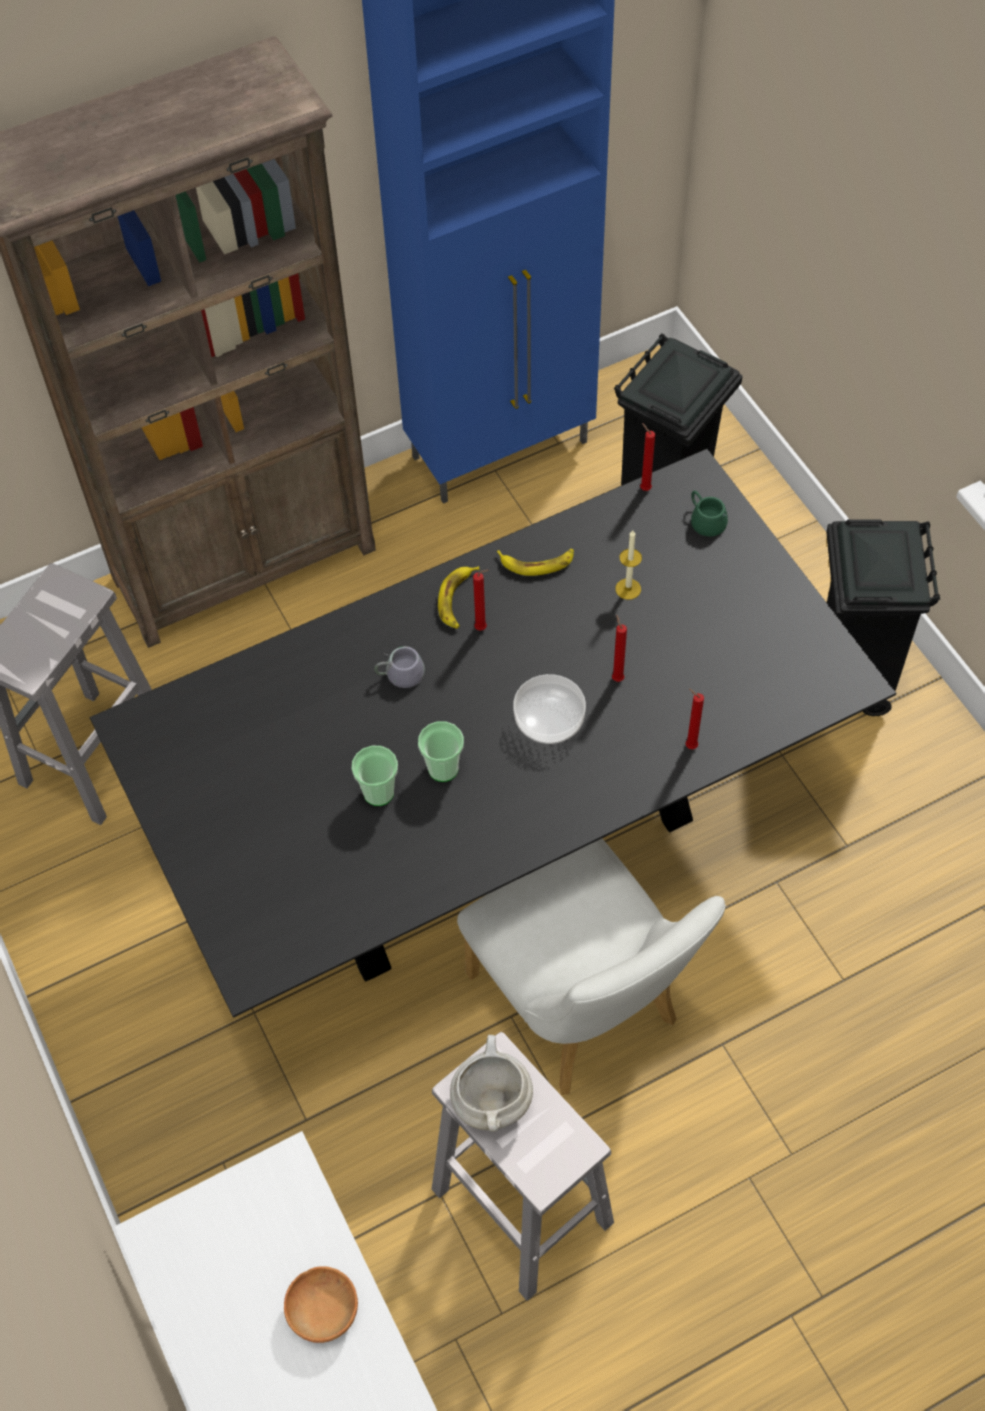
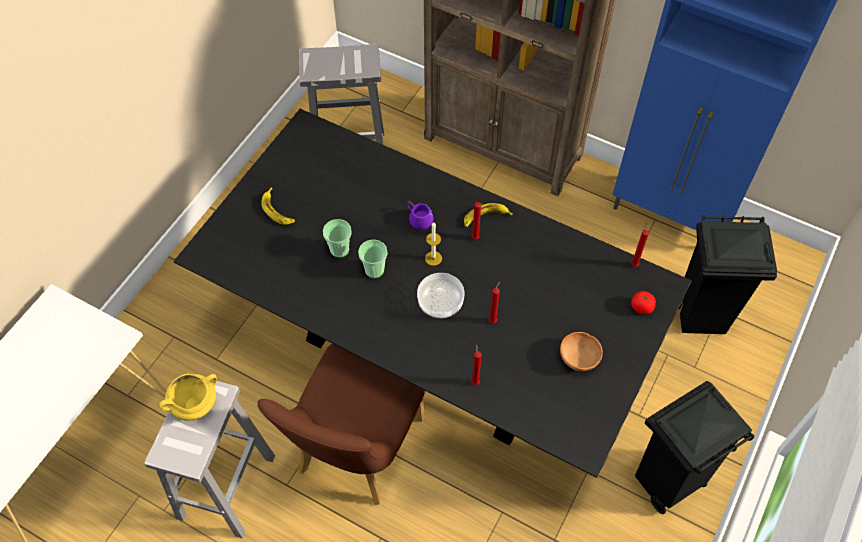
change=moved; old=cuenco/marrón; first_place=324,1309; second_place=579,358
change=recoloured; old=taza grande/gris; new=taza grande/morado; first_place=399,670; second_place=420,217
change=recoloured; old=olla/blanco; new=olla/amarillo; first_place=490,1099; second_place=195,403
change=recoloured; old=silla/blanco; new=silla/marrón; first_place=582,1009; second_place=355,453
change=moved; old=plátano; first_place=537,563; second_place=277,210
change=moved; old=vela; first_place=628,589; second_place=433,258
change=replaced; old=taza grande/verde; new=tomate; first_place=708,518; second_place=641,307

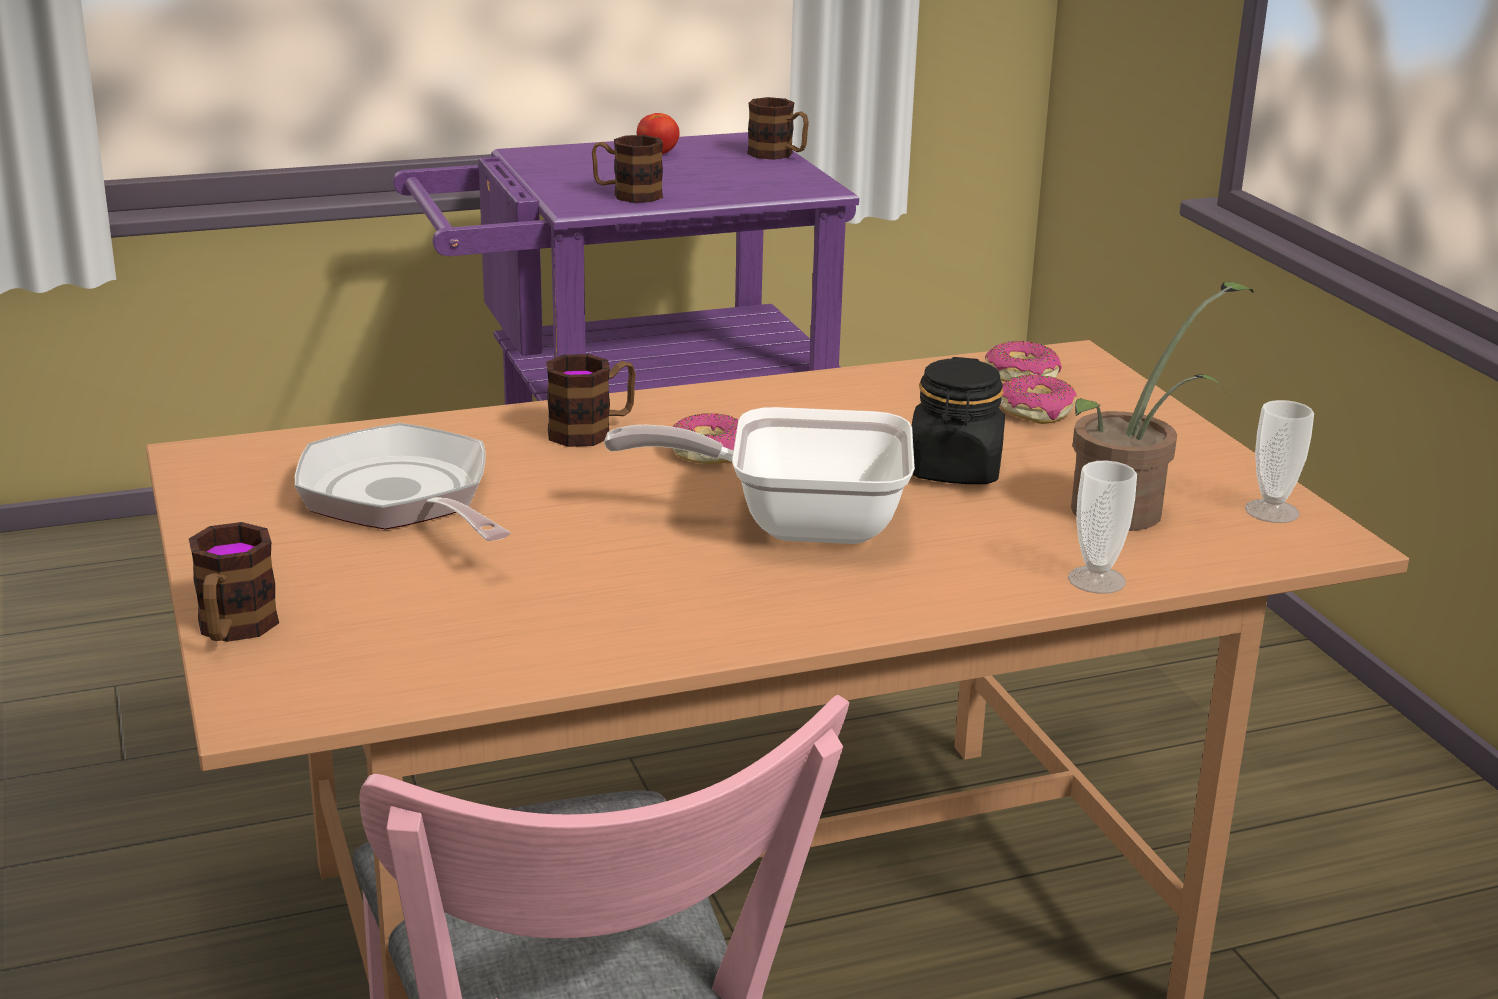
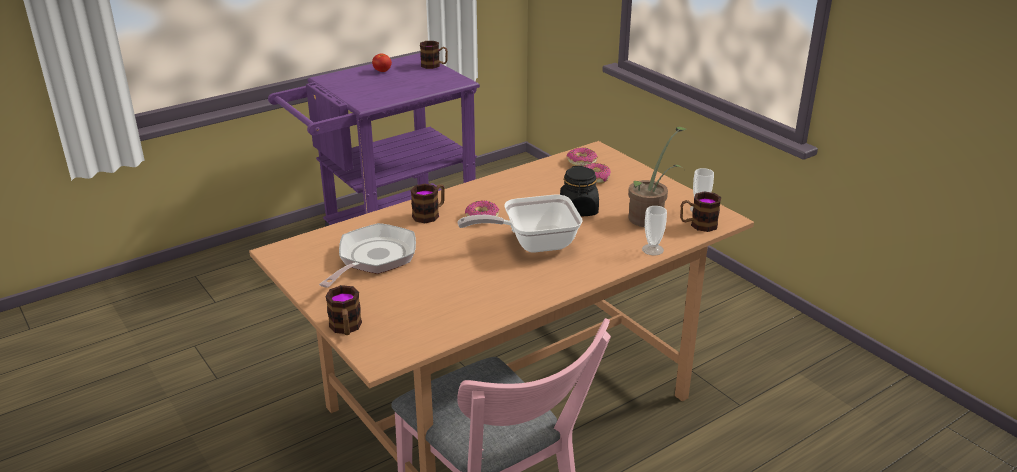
change=turned; old=sartén; first_place=402,499; second_place=374,258; degrees=75
change=moved; old=taza grande; first_place=627,195; second_place=698,225

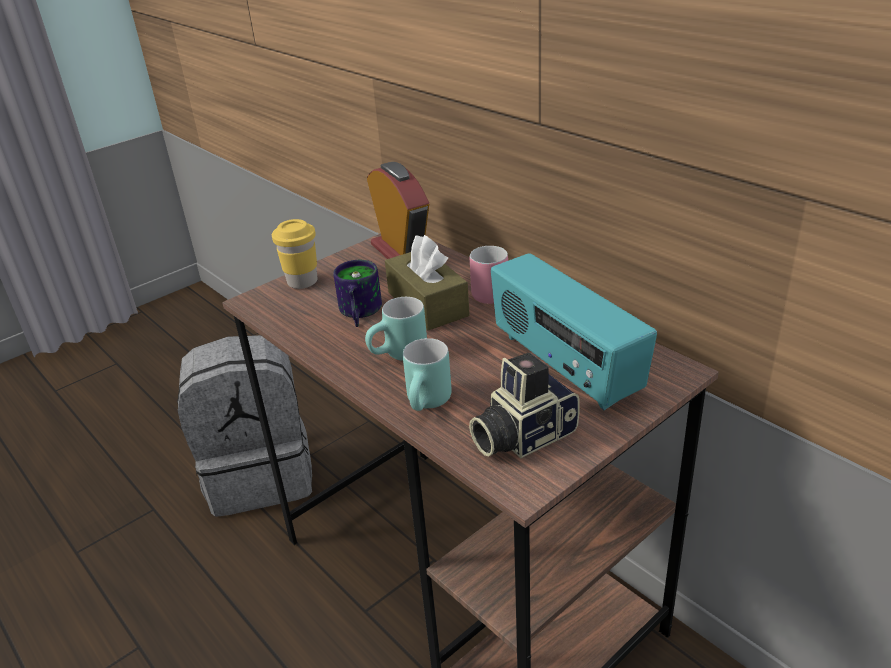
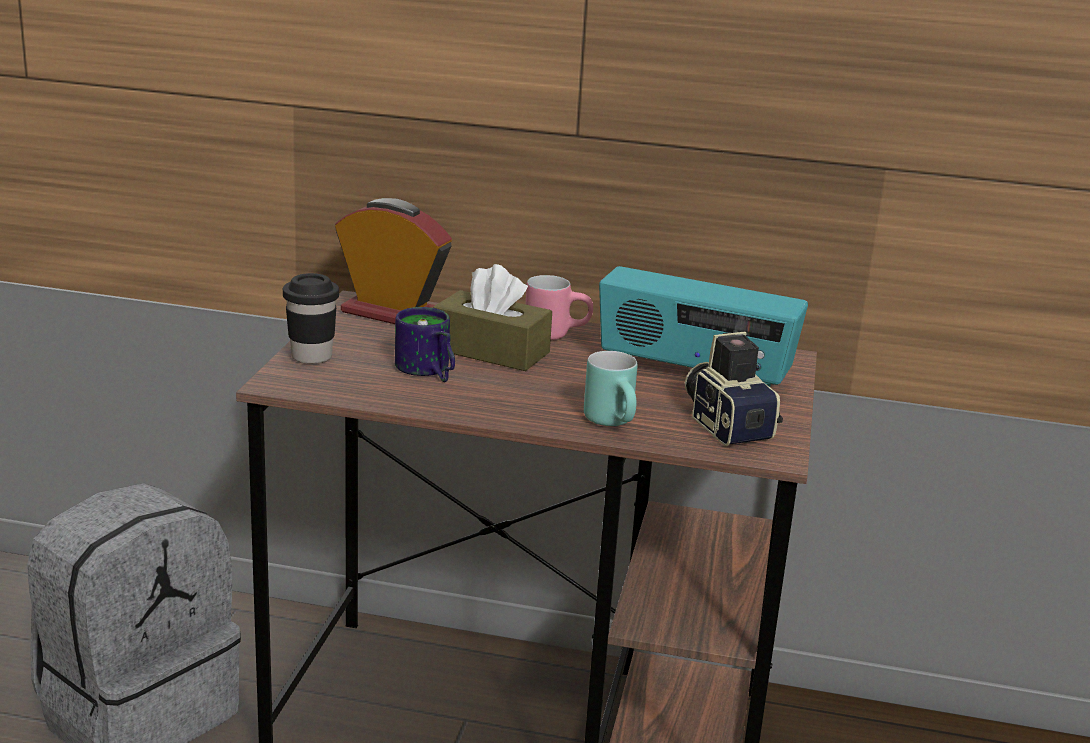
change=recoloured; old=taza/amarillo; new=taza/negro; first_place=302,282; second_place=311,357
change=removed; old=taza grande/turquesa; first_place=400,356
change=turned; old=cámara; first_place=521,435; second_place=727,424; degrees=135

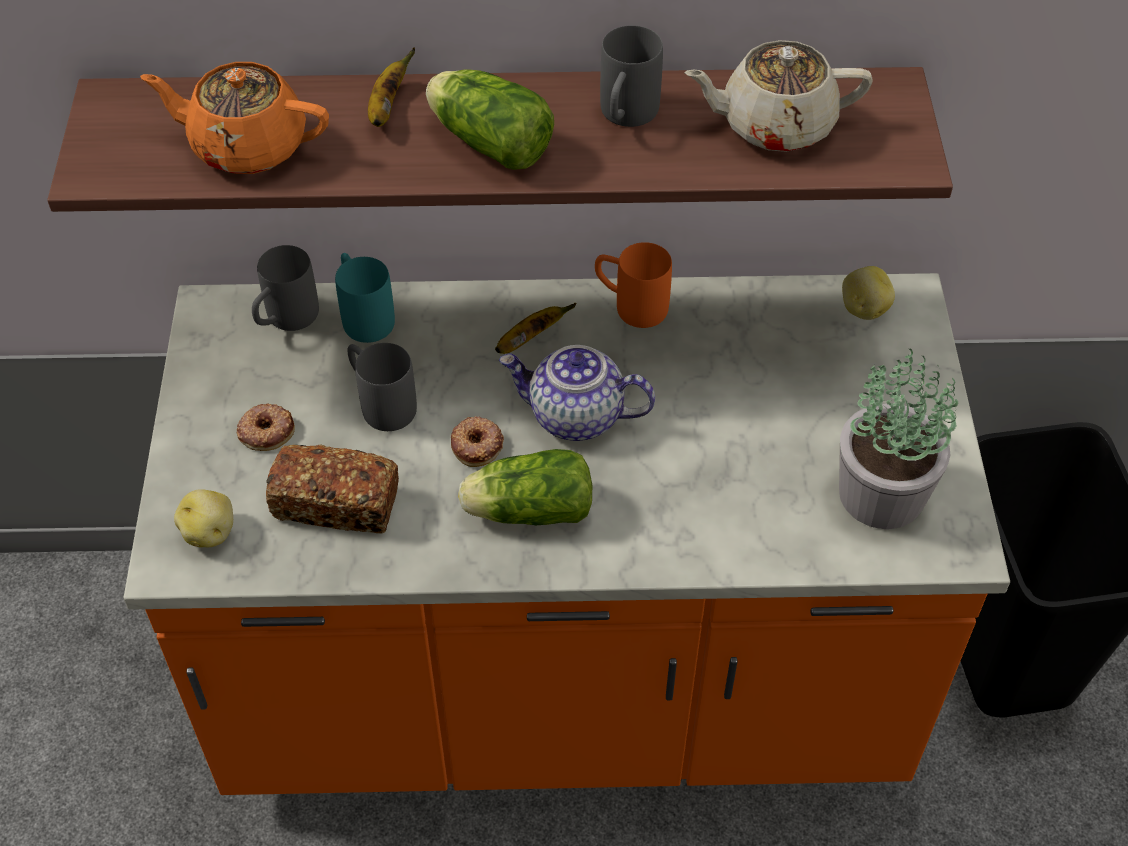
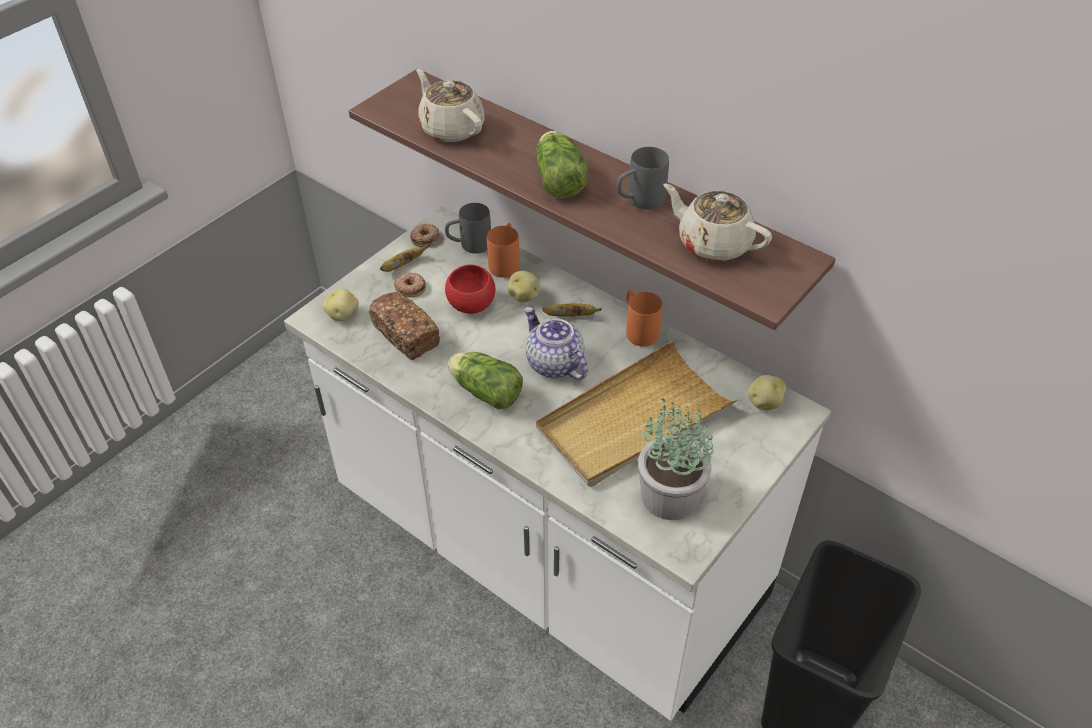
change=recoloured; old=mueble bajo de cocina/naranja; new=mueble bajo de cocina/blanco; first_place=564,685; second_place=547,548
change=recoloured; old=tetera/naranja; new=tetera/beis; first_place=247,146; second_place=451,128
change=recoloured; old=taza grande/turquesa; new=taza grande/naranja; first_place=363,315; second_place=505,262
change=replaced; old=taza grande/gris; new=cuenco/rojo; first_place=380,403; second_place=471,305
change=moved; old=plátano; first_place=387,107; second_place=403,265
change=moved; old=rosquilla; first_place=477,445; second_place=425,238
change=added; new=patata; second_place=524,296
change=added; new=bandeja/beis; second_place=633,419

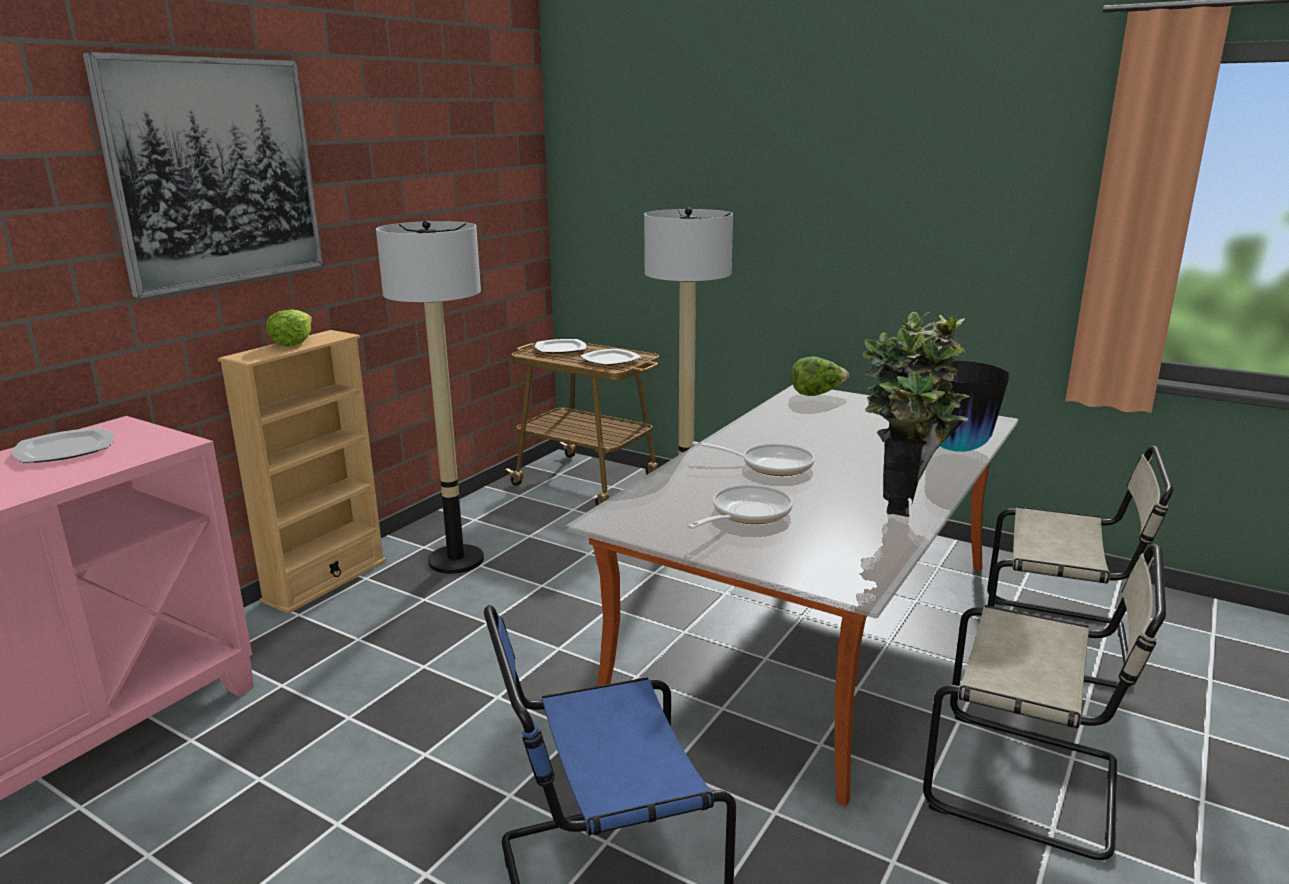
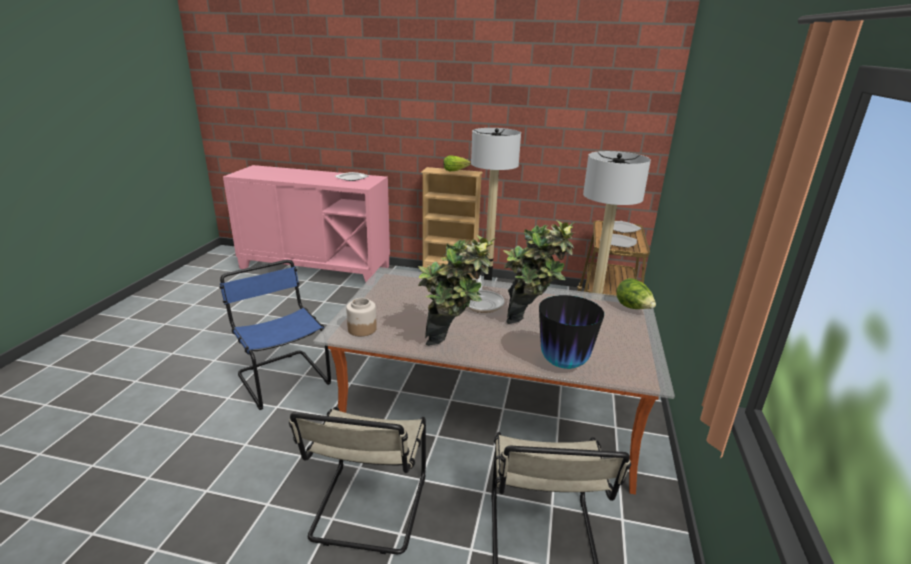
change=removed; old=cuadro; first_place=215,172
change=removed; old=sartén; first_place=746,514
change=added; new=tarro; second_place=361,329
change=added; new=planta en maceta; second_place=532,323

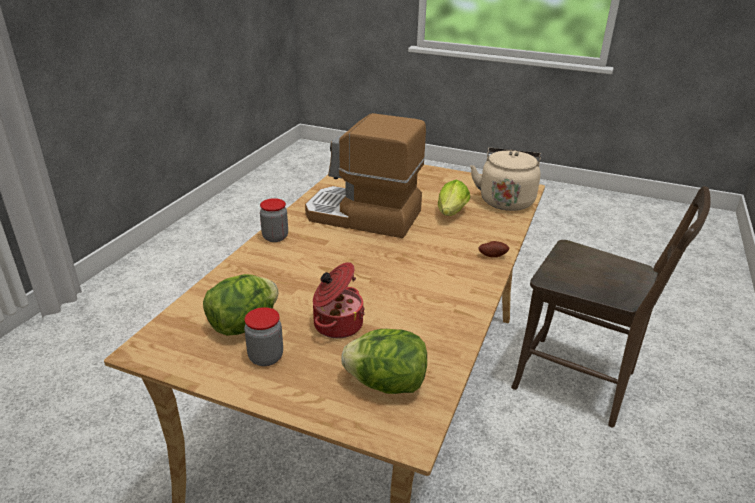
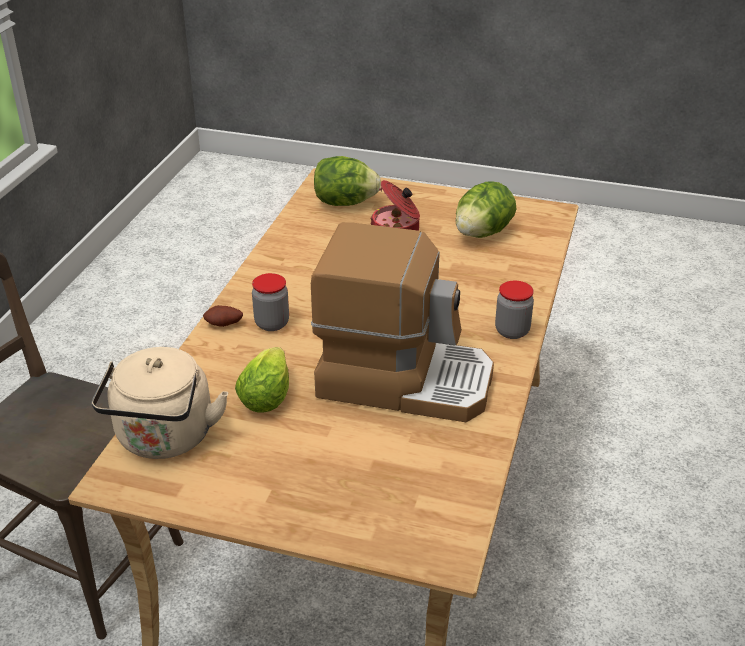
change=moved; old=tarro; first_place=266,357; second_place=272,323

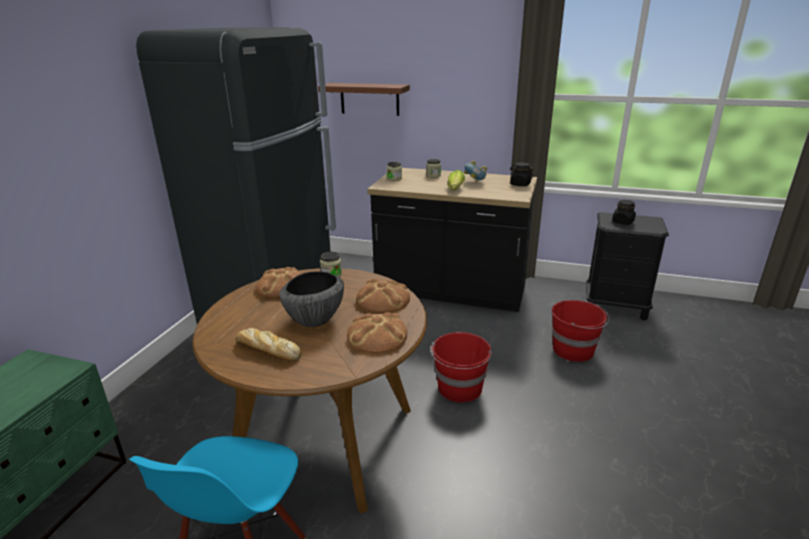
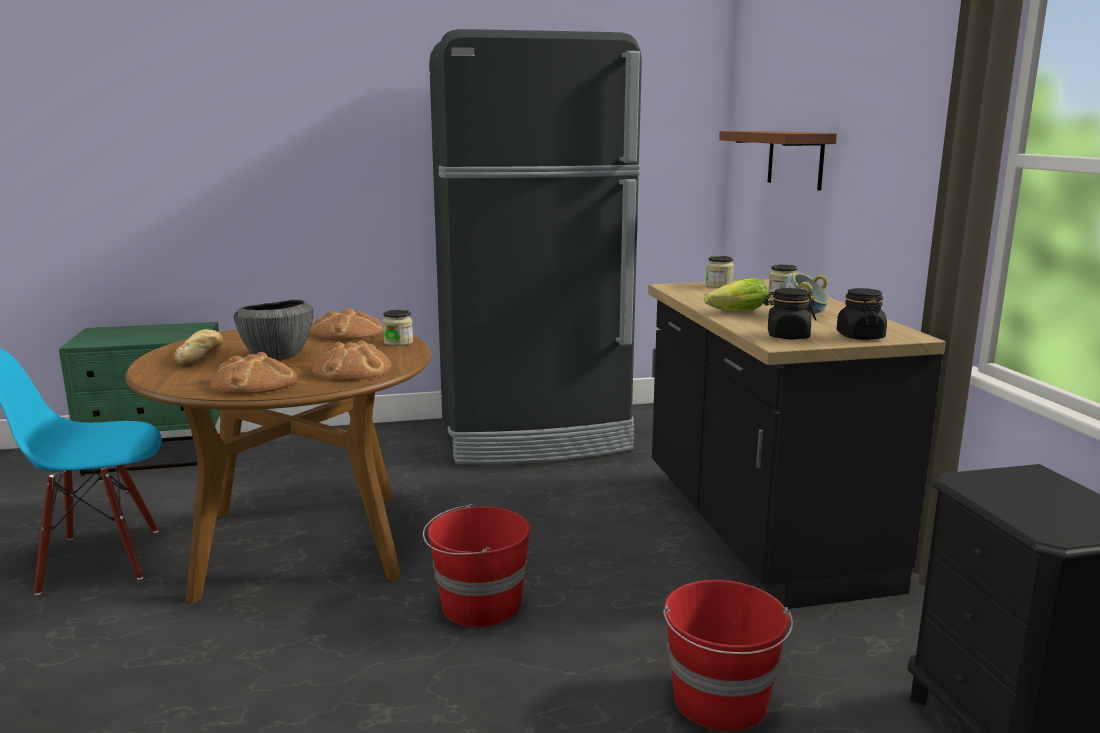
change=moved; old=tarro/negro; first_place=622,222; second_place=787,336

